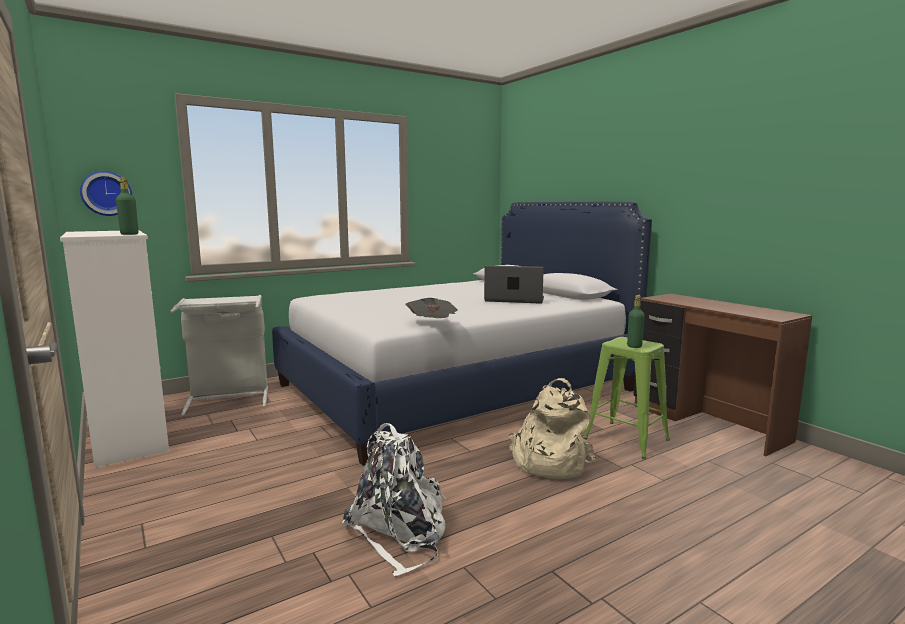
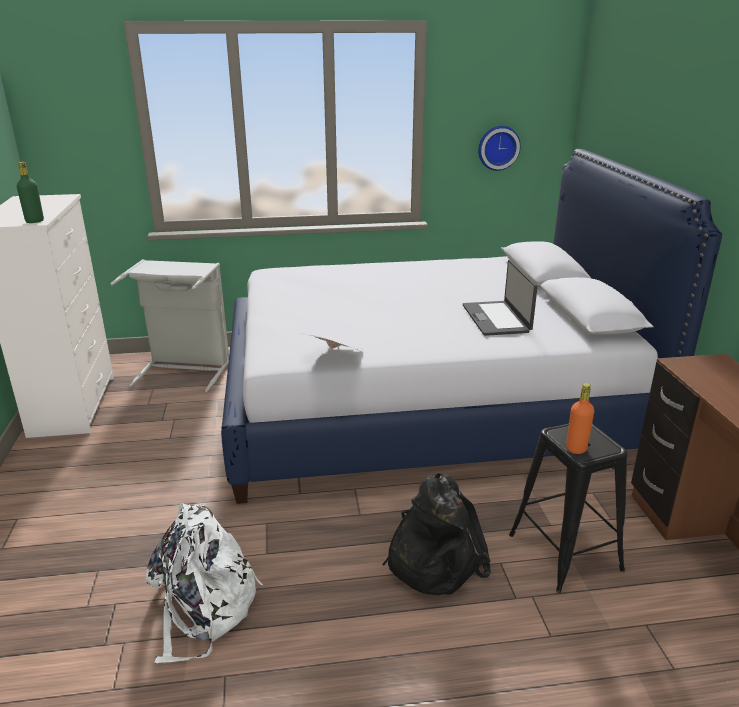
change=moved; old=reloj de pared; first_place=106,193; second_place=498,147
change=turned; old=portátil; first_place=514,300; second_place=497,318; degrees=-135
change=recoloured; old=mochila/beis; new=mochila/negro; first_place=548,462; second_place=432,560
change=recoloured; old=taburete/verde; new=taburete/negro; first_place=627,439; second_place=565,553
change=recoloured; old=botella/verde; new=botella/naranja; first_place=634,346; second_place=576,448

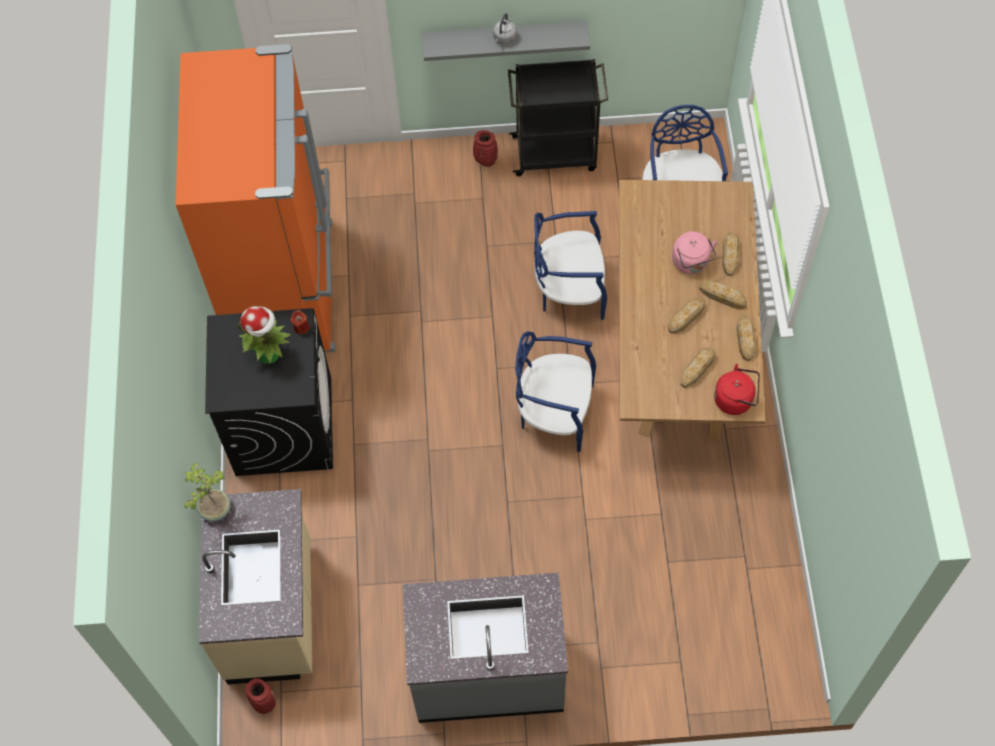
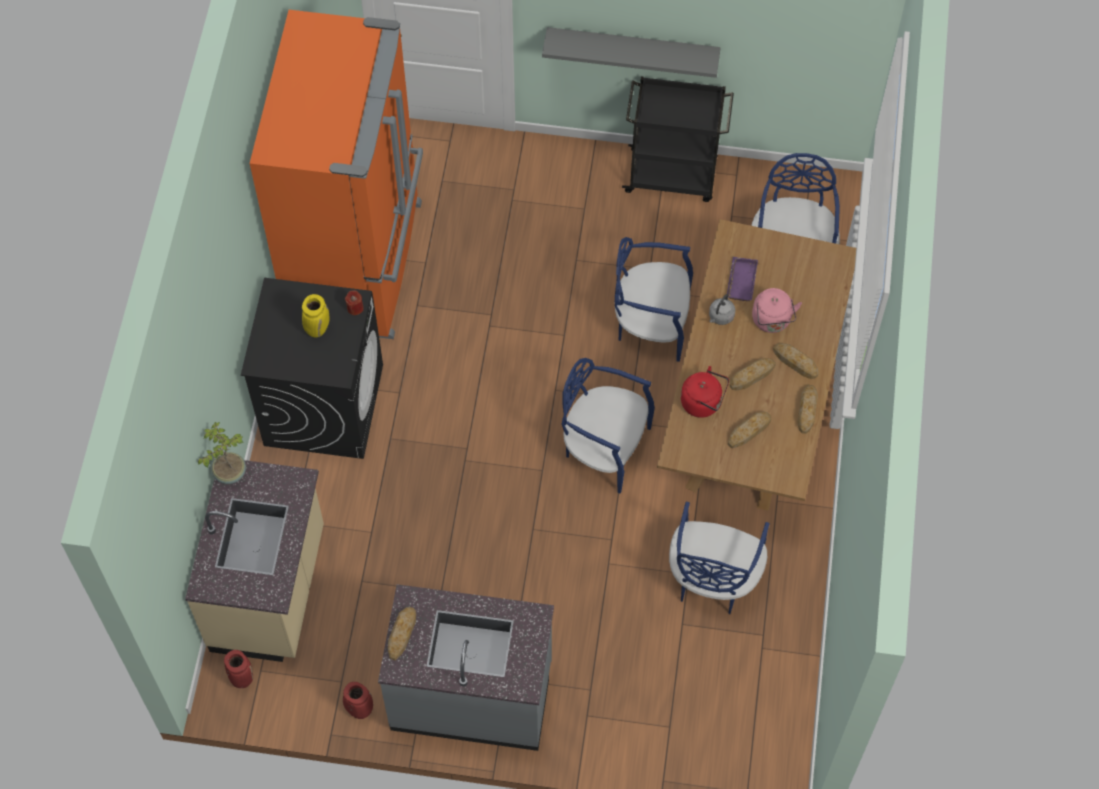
change=replaced; old=planta en maceta; new=florero/amarillo; first_place=269,353; second_place=317,328
change=moved; old=florero/rojo; first_place=485,161; second_place=359,709
change=moved; old=hervidor/gris; first_place=504,38; second_place=720,317
change=moved; old=hervidor/rojo; first_place=736,400; second_place=703,403
change=moved; old=pan; first_place=730,255; second_place=401,634
change=added; new=silla/azul; second_place=712,579
change=added; new=bandeja/morado; second_place=740,281

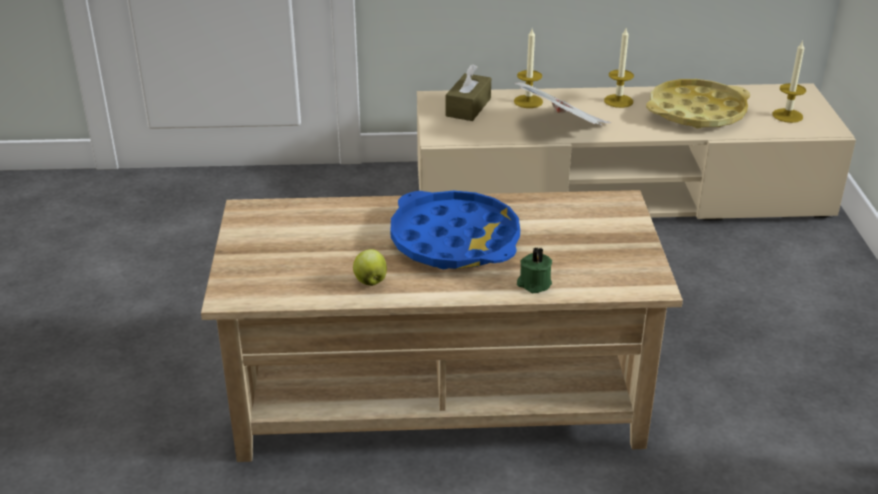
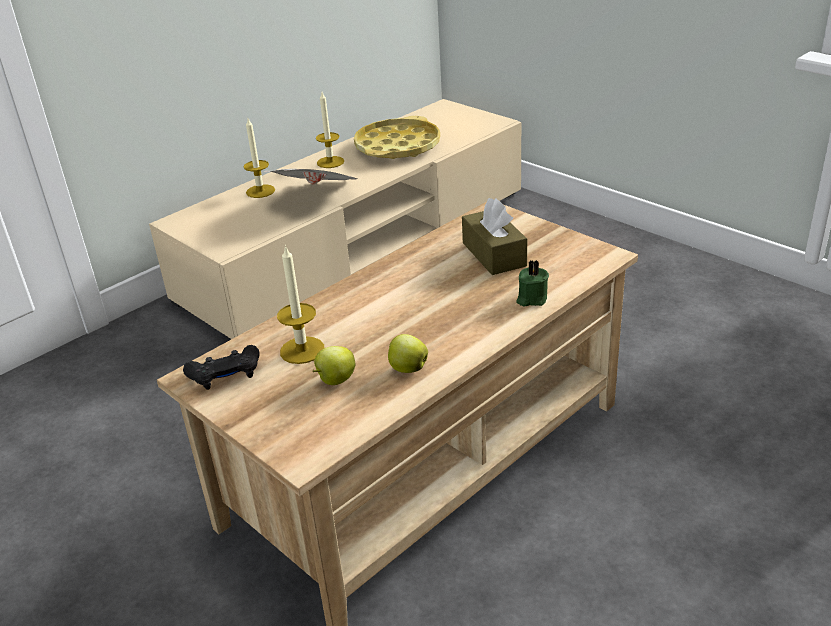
change=removed; old=bandeja/azul; first_place=455,240
change=moved; old=caja de pañuelos/marrón; first_place=468,107; second_place=494,254
change=moved; old=vela; first_place=787,115; second_place=302,350
change=added; new=mando de consola/negro; second_place=226,376
change=added; new=manzana; second_place=335,380

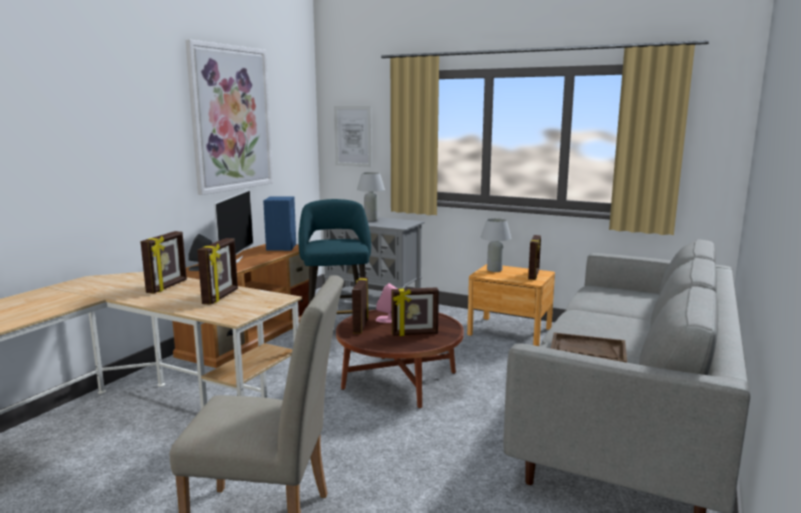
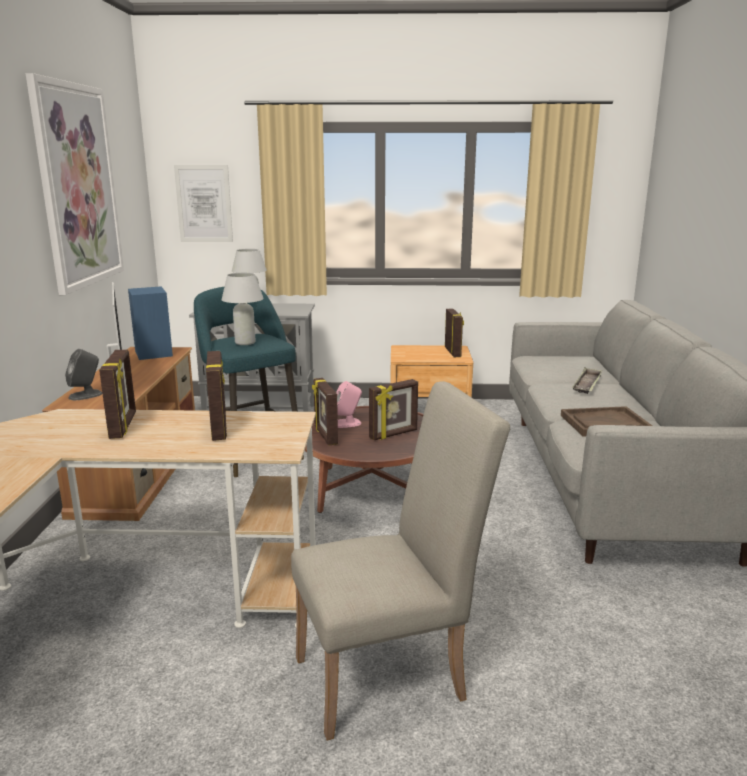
change=moved; old=lámpara de mesa/blanco; first_place=494,270; second_place=245,343
change=added; new=bandeja; second_place=587,385

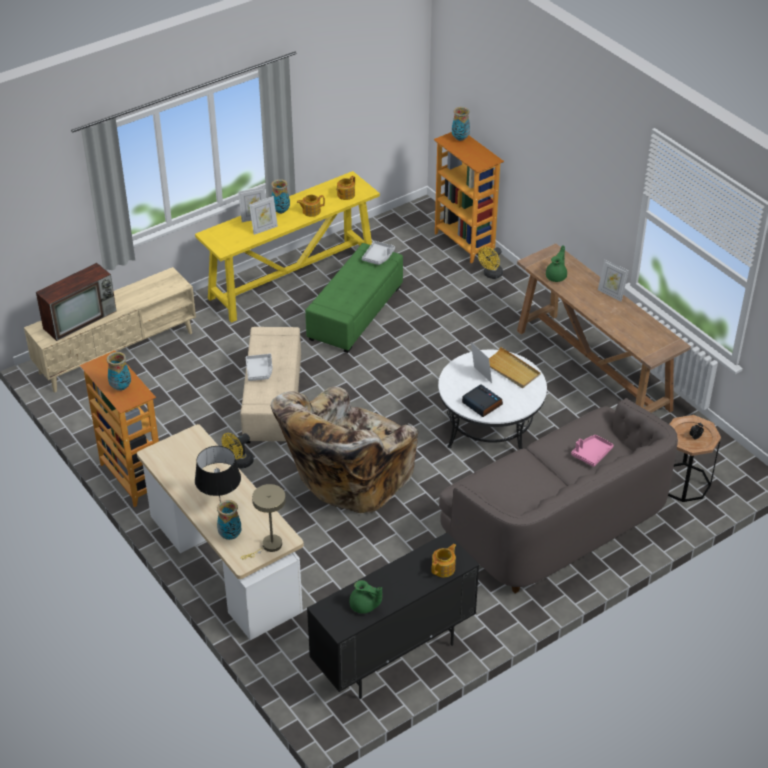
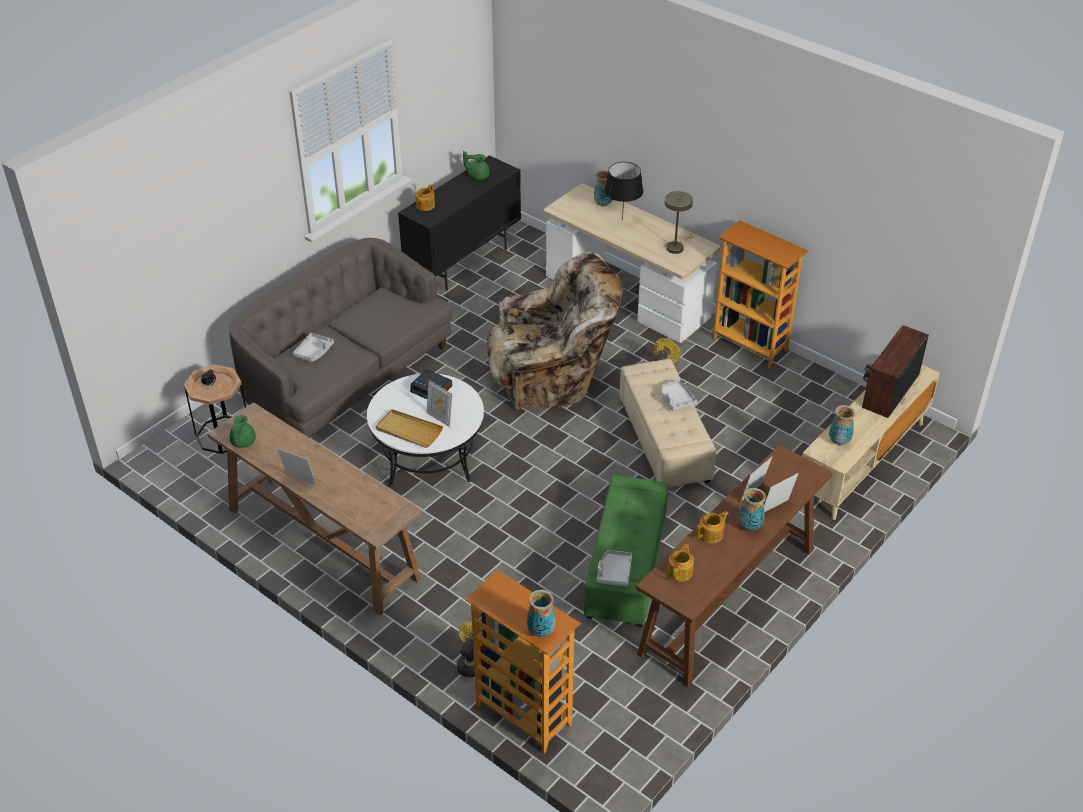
change=moved; old=florero; first_place=120,387; second_place=839,442
change=recoloured; old=mesa consola/amarillo; new=mesa consola/marrón; first_place=293,279; second_place=727,601
change=moved; old=lámpara de mesa/beis; first_place=269,546; second_place=676,247
change=turned; old=sillón/beis; first_place=347,481; second_place=553,377; degrees=60
change=moved; old=tetera/verde; first_place=556,276; second_place=242,442
change=recoloured; old=bandeja/rosa; new=bandeja/gris; first_place=591,453; second_place=314,352

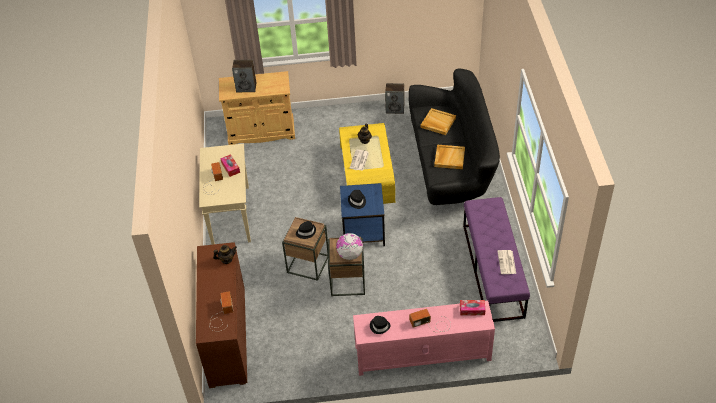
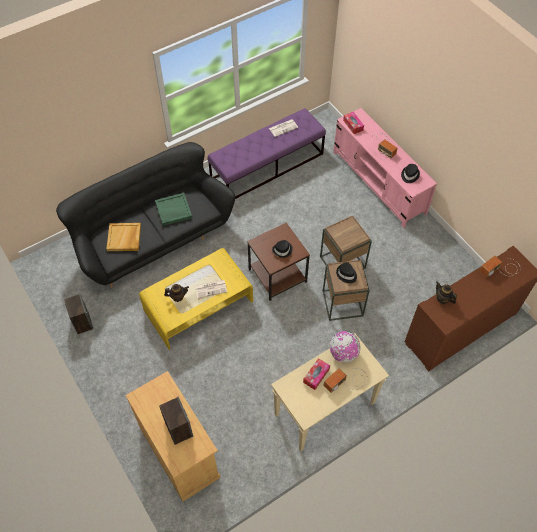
change=moved; old=globo terráqueo; first_place=350,255; second_place=343,353
change=recoloured; old=mesa auxiliar/azul; new=mesa auxiliar/marrón; first_place=364,232; second_place=277,275
change=recoloured; old=bandeja/beis; new=bandeja/verde; first_place=449,157; second_place=173,210

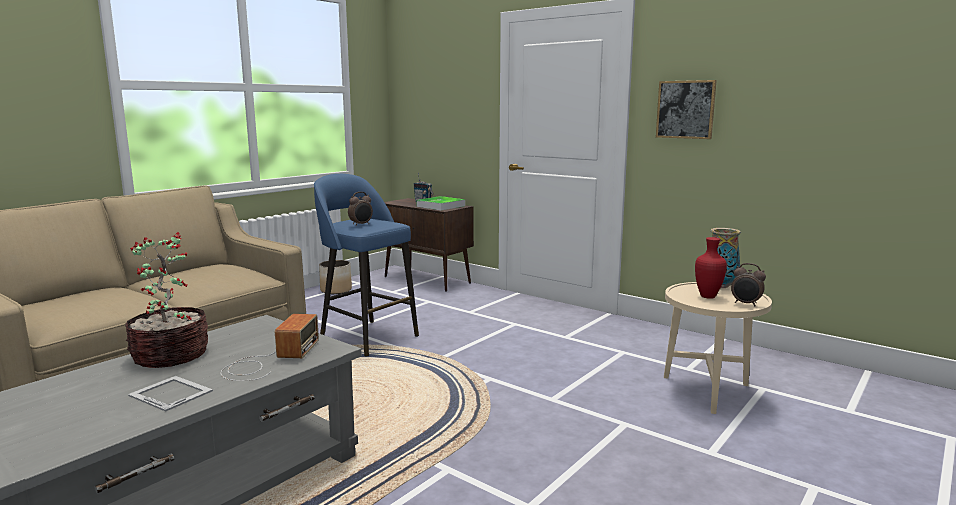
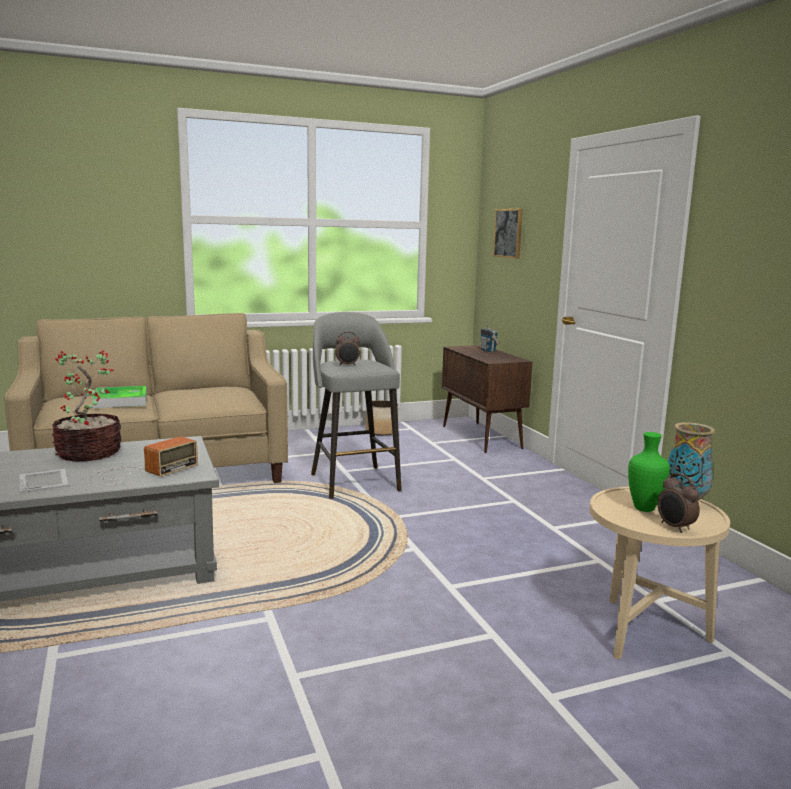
change=recoloured; old=taburete/azul; new=taburete/gris; first_place=367,337; second_place=354,481
change=moved; old=bandeja; first_place=441,206; second_place=120,401
change=moved; old=cuadro; first_place=685,109; second_place=508,233
change=recoloured; old=florero/rojo; new=florero/verde; first_place=708,296; second_place=645,509

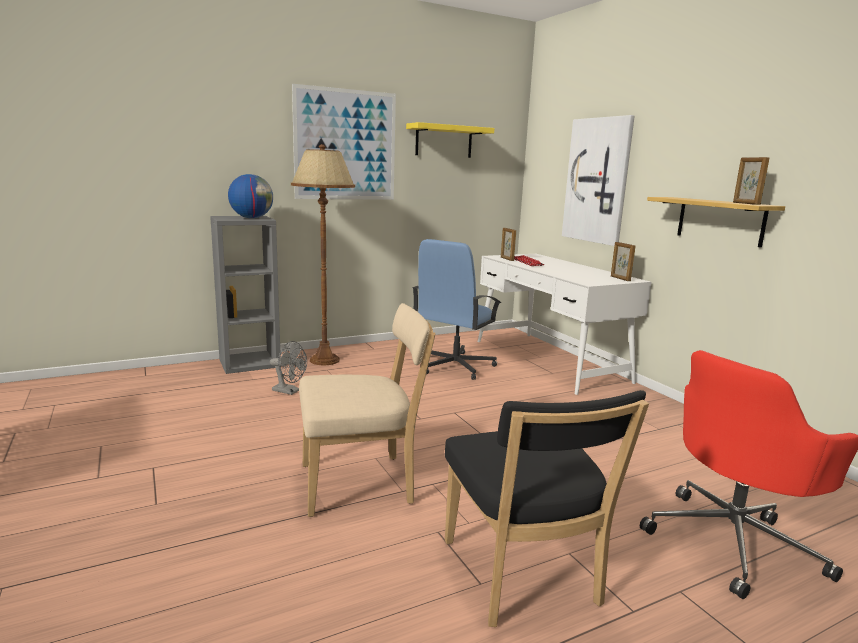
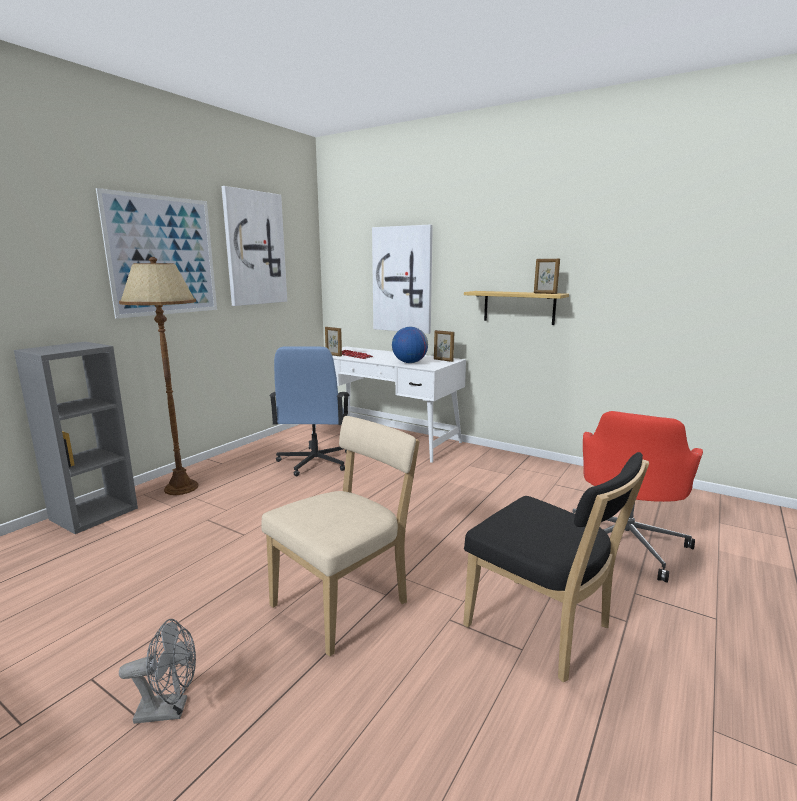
change=moved; old=globo terráqueo; first_place=251,218; second_place=409,362
change=moved; old=ventilador/gris; first_place=289,391; second_place=170,709
change=replaced; old=estante/amarillo; new=cuadro; first_place=444,141; second_place=255,248

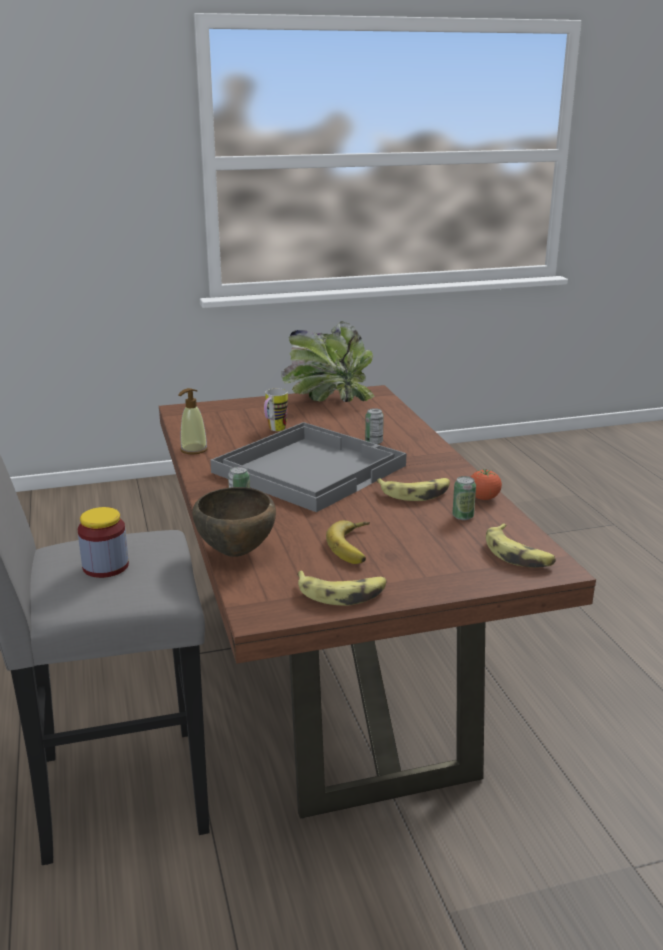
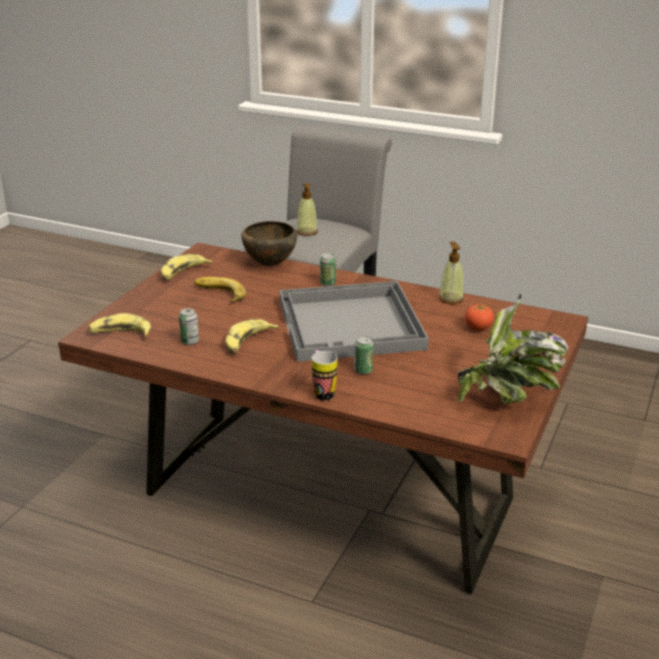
change=replaced; old=tarro; new=dispensador de jabón; first_place=105,566; second_place=307,232
change=moved; old=taza grande; first_place=274,430; second_place=322,392
change=moved; old=tomate; first_place=483,498; second_place=478,328

